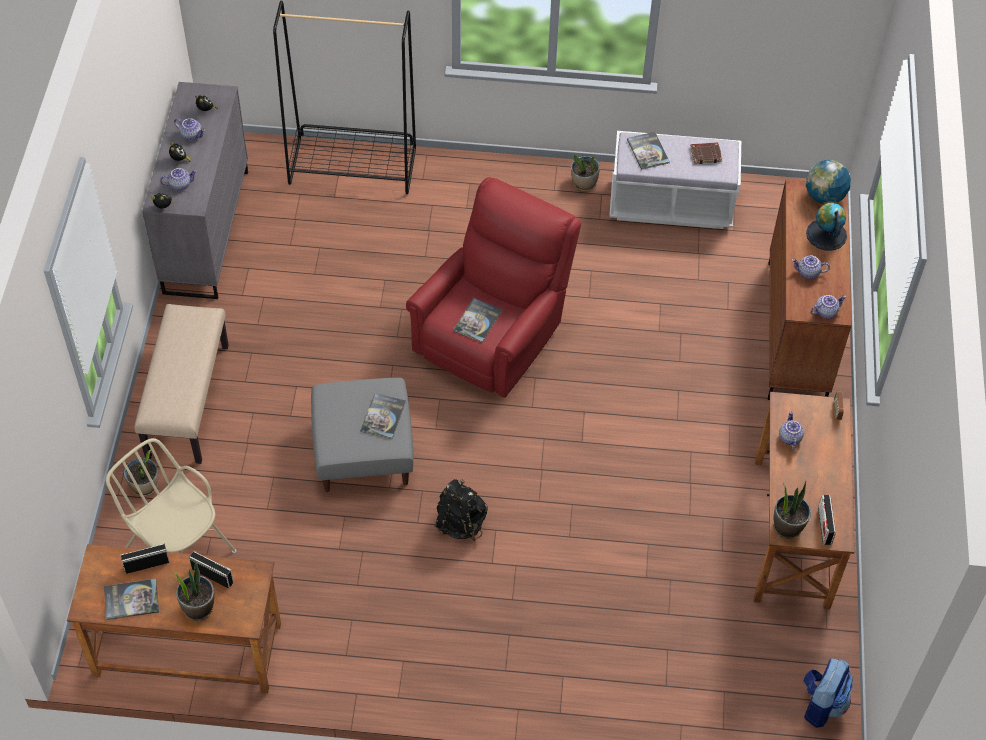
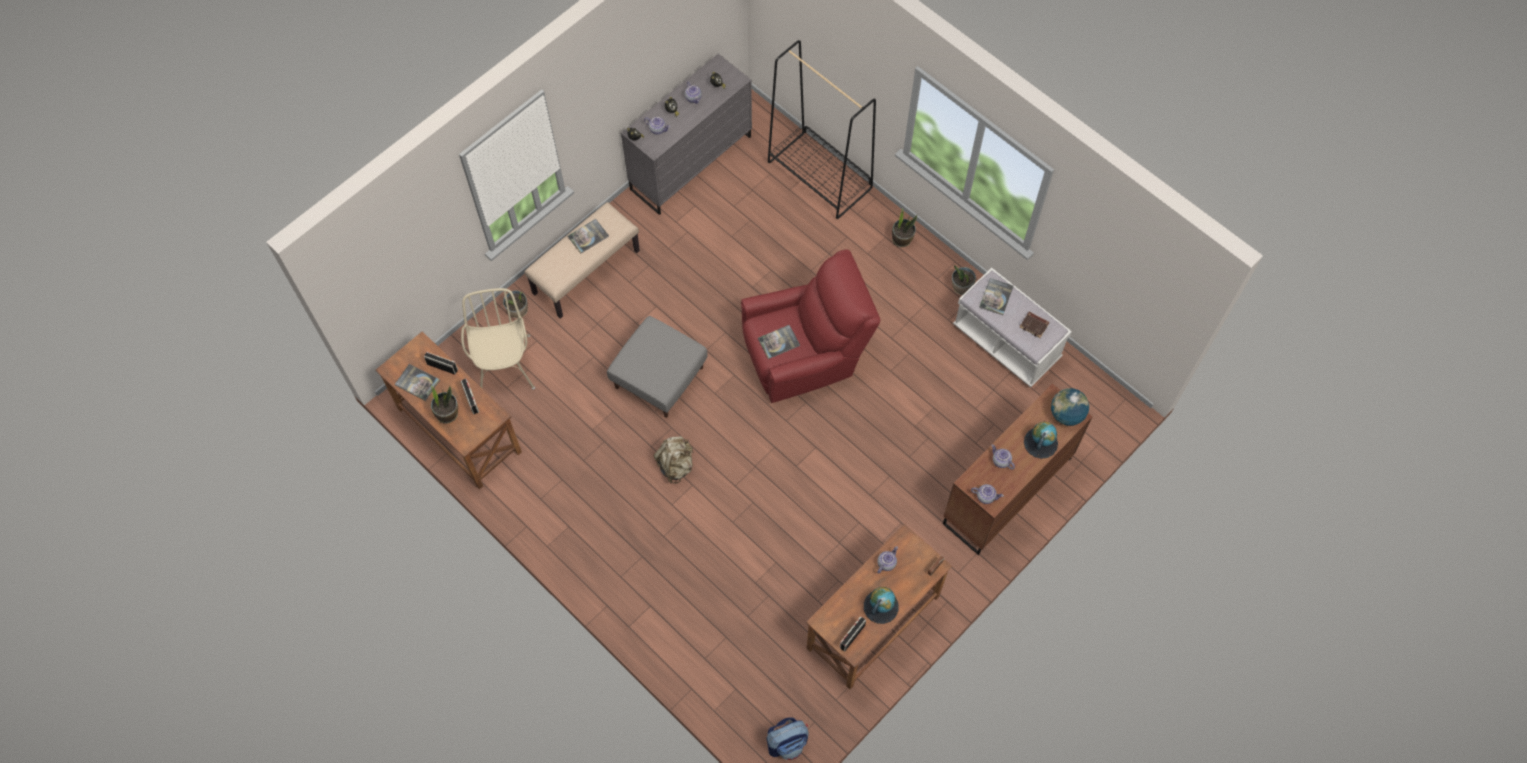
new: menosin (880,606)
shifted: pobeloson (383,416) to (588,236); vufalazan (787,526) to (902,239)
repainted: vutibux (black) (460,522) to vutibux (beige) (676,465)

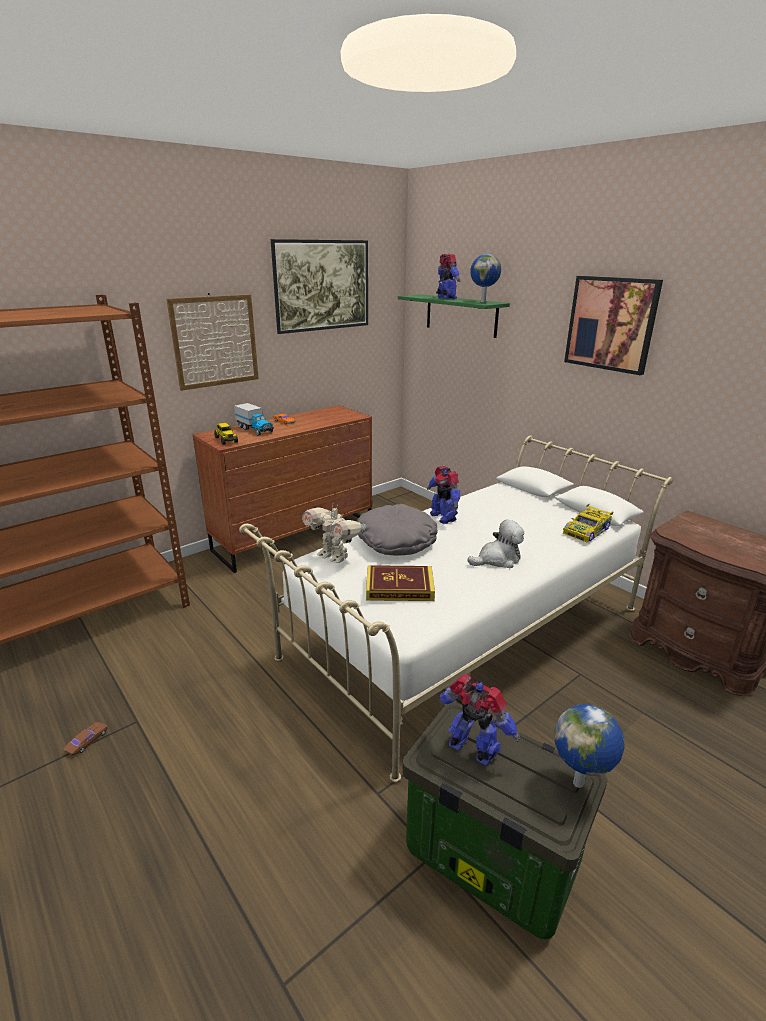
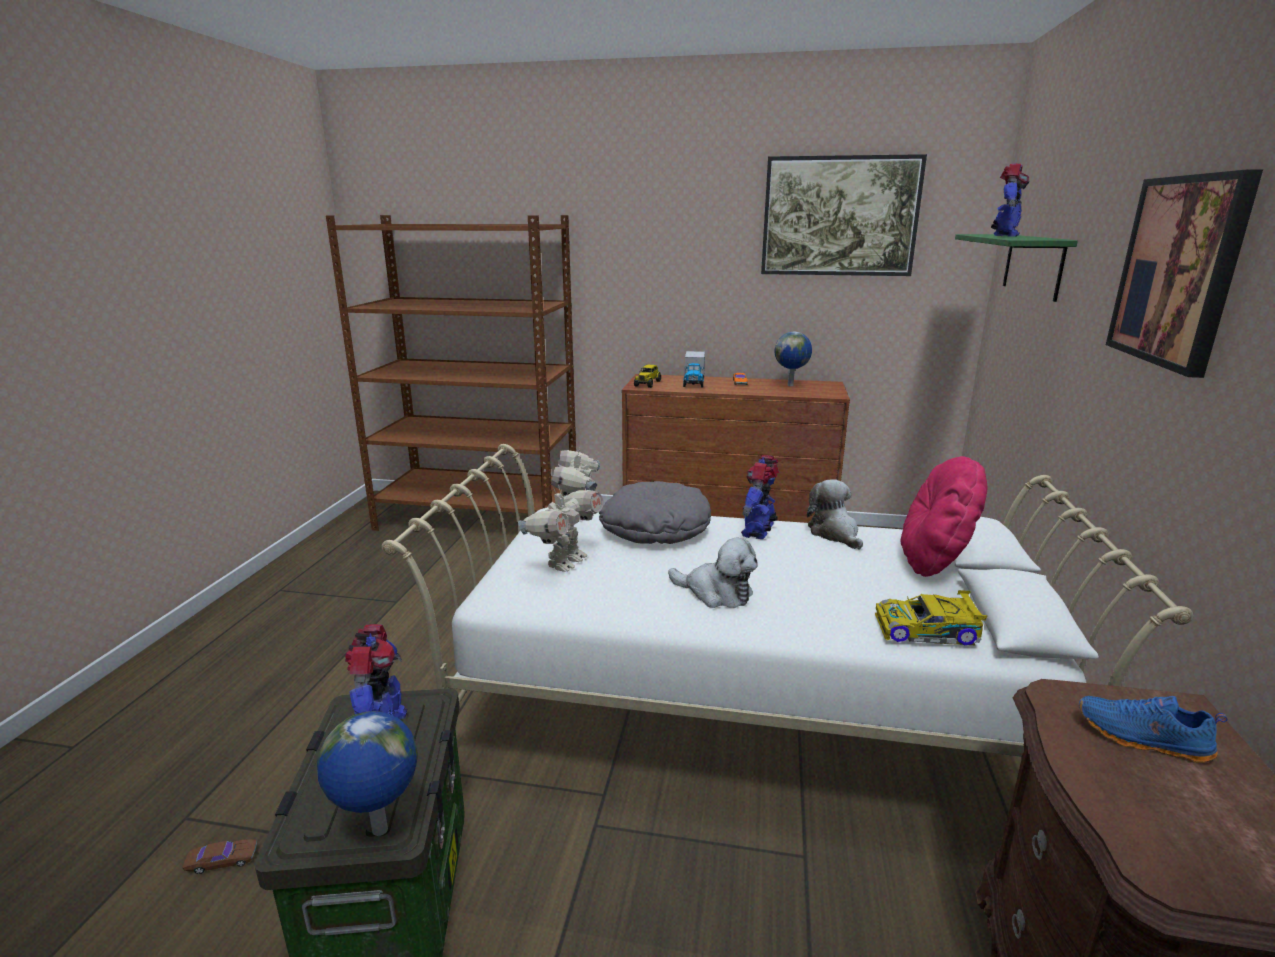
gone: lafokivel (215,340)
new: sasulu (834,533); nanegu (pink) (934,565); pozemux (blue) (1142,740)
shifted: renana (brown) (87,741) to (222,860); menosin (483,301) to (791,385)
swapped: pobeloson (399,587) to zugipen (564,562)

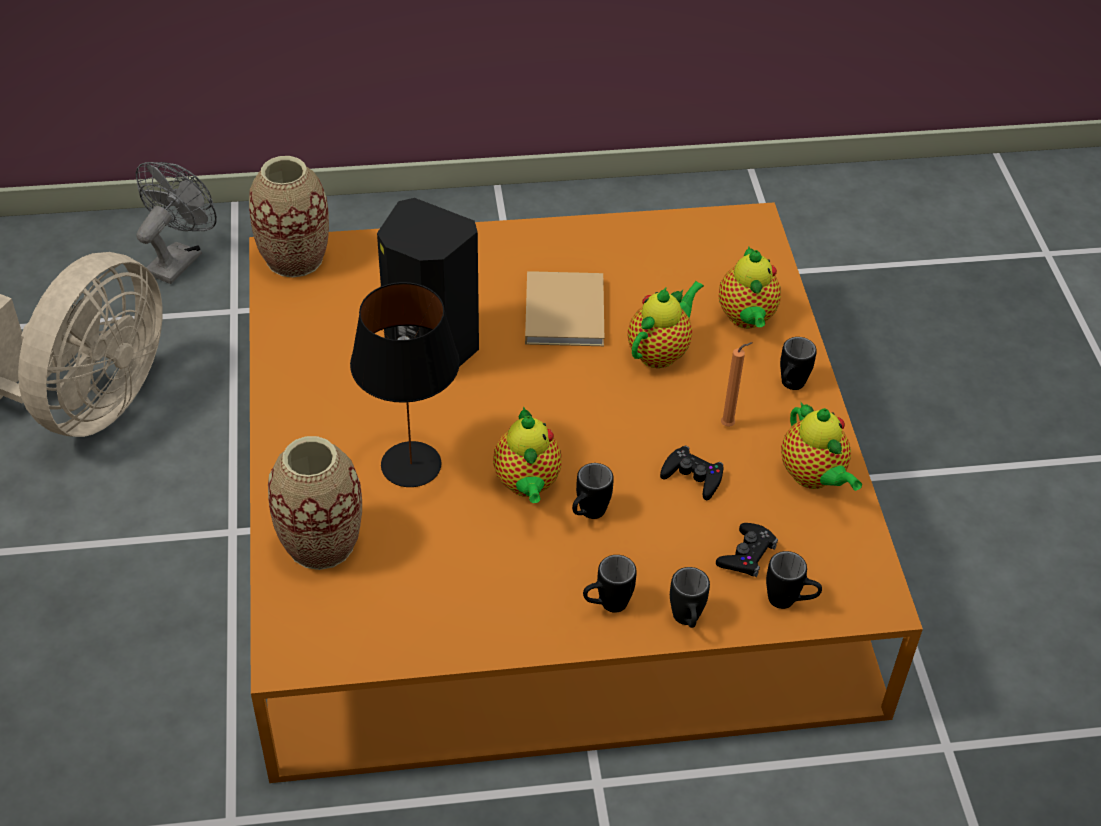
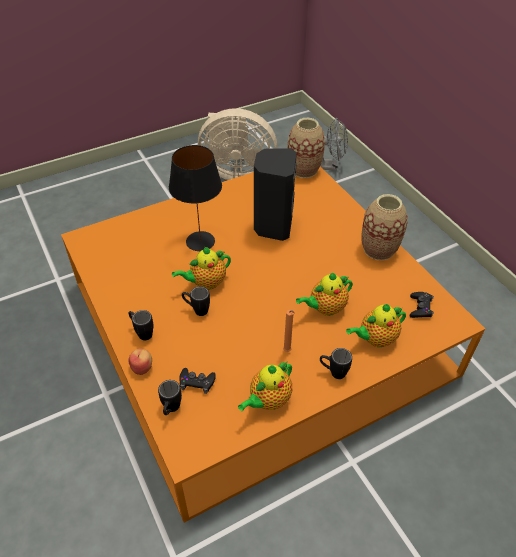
gone: pobeloson (beige) (564,310)
shifted: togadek (320,543) to (378,249); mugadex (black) (692,477) to (420,307)
swapped: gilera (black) (687,622) to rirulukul (142,367)
rotated: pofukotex (660,351) = (325,308) 135 degrees clockwise

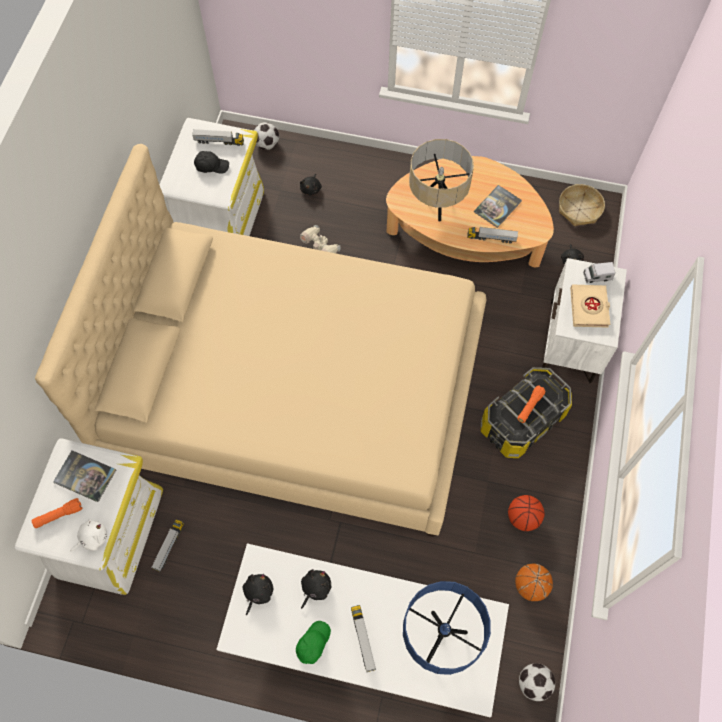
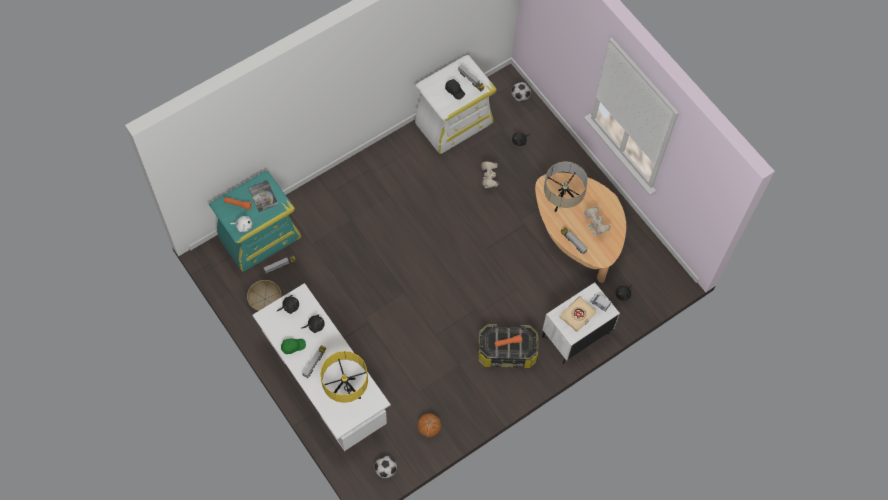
gone: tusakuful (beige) (294,390); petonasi (523,517)
shifted: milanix (579,210) to (265,299)
swapped: pobeloson (497,206) to zugipen (594,228)
repainted: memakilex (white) (112,532) to memakilex (turquoise) (261,238); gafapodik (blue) (439,639) to gafapodik (yellow) (346,391)

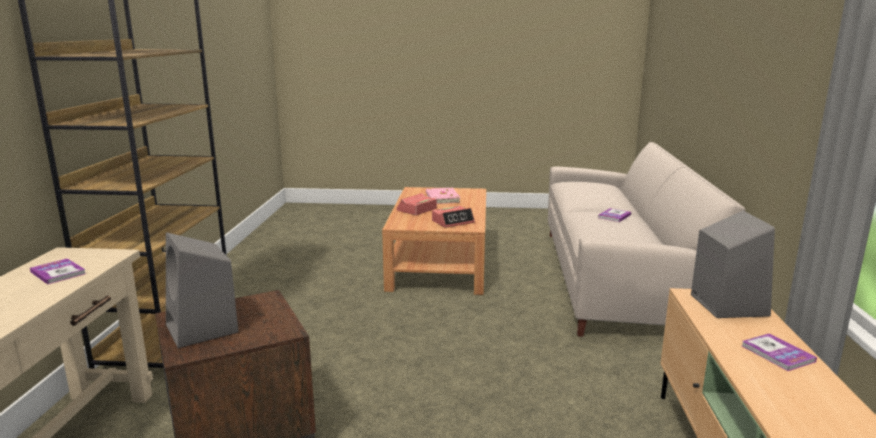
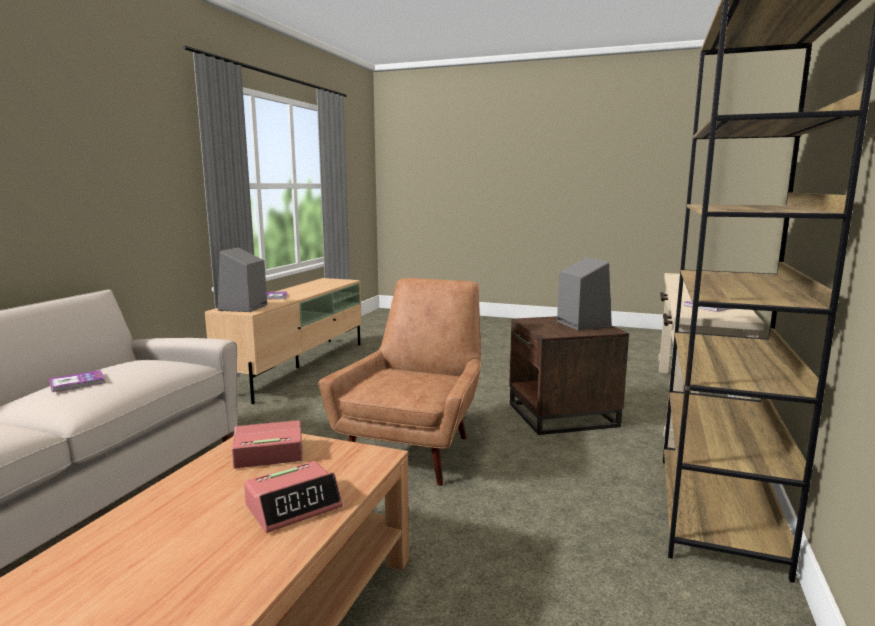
gone: pobeloson (pink) (441,198)
new: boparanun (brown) (415,446)

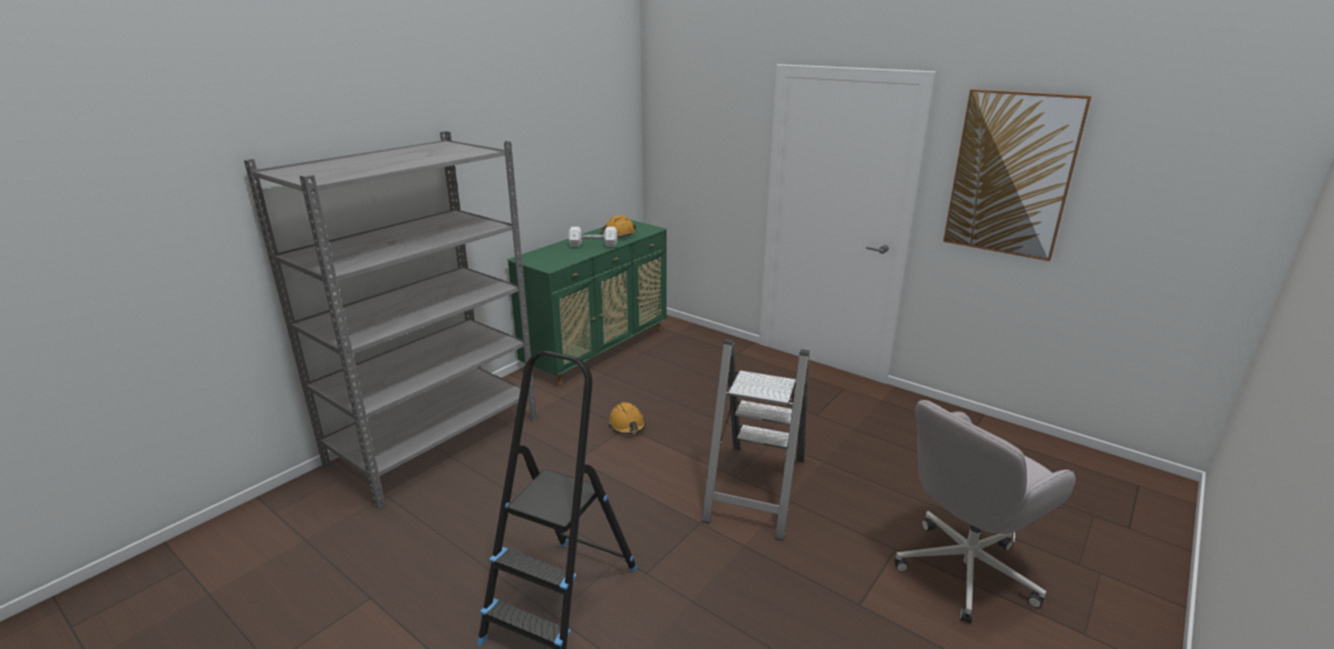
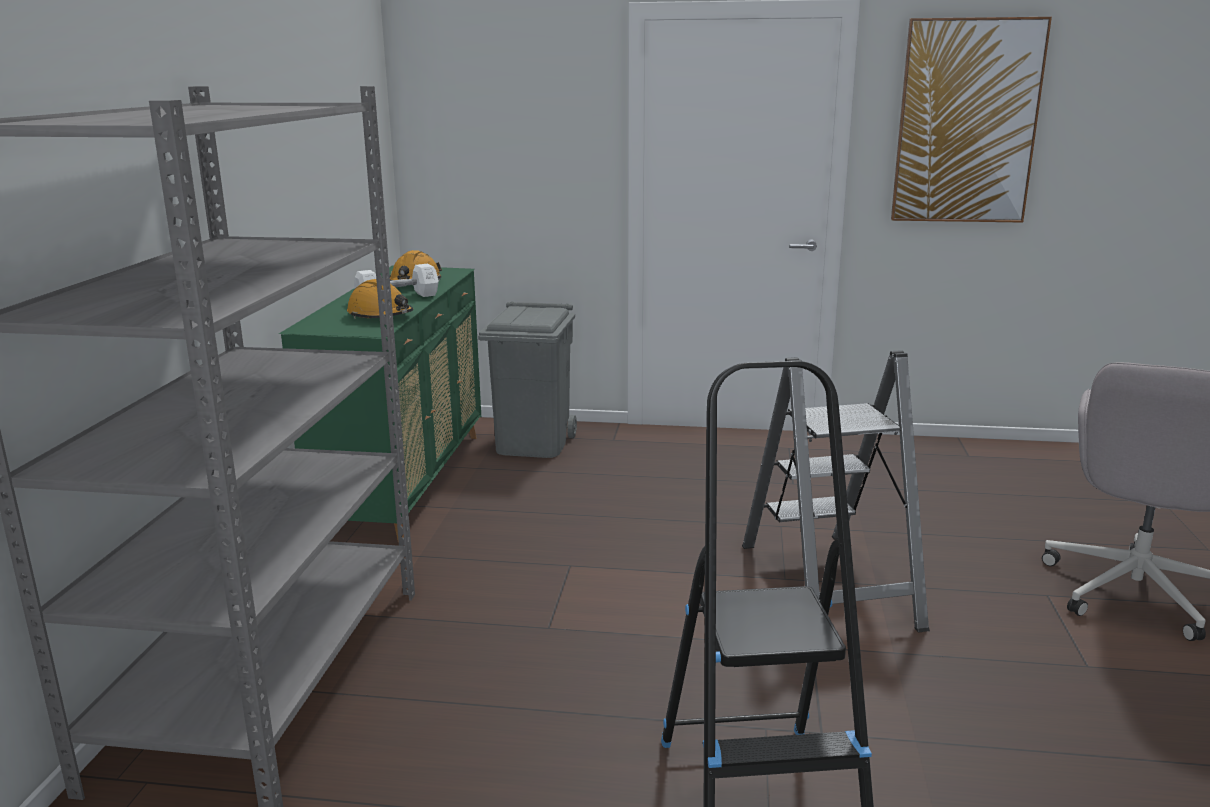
new: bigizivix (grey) (533,444)
shifted: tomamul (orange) (627,425) to (380,316)

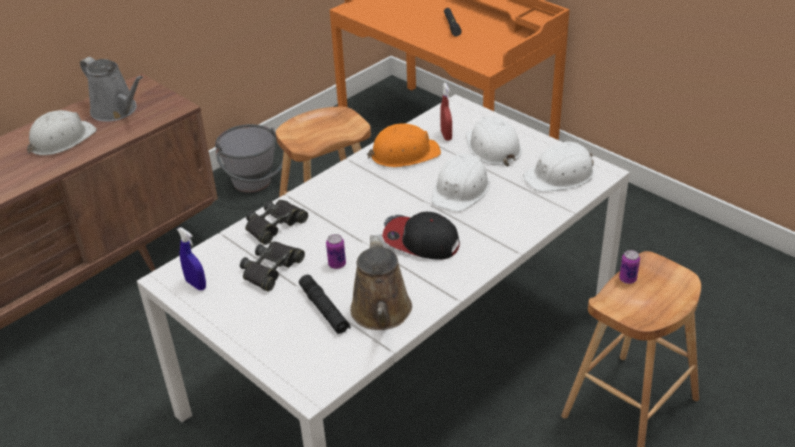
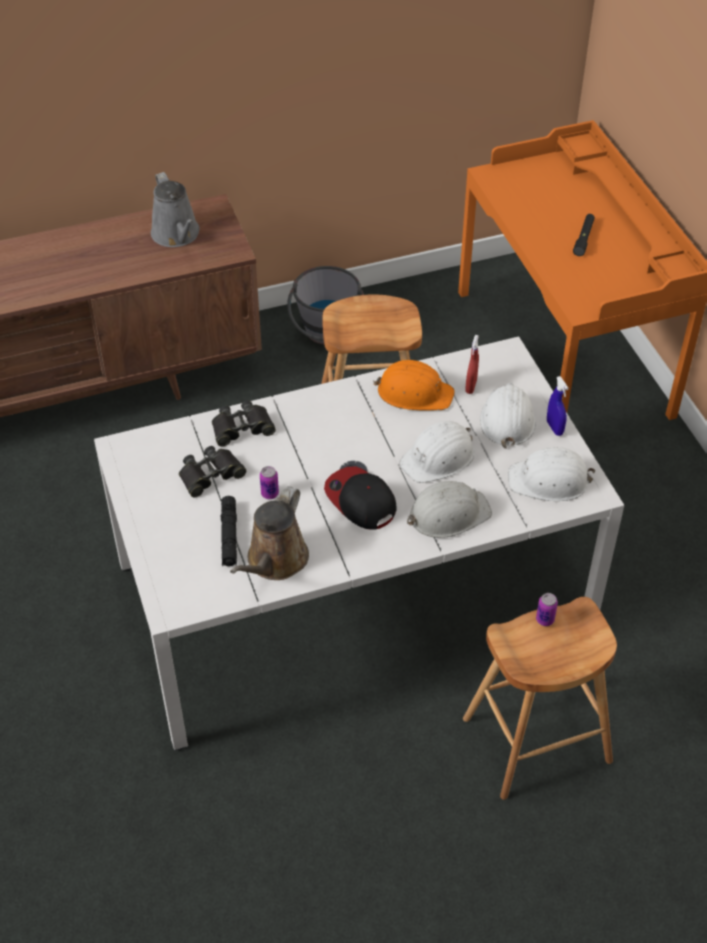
shifted: tomamul (white) (61,140) to (448,514); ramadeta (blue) (196,284) to (554,428)

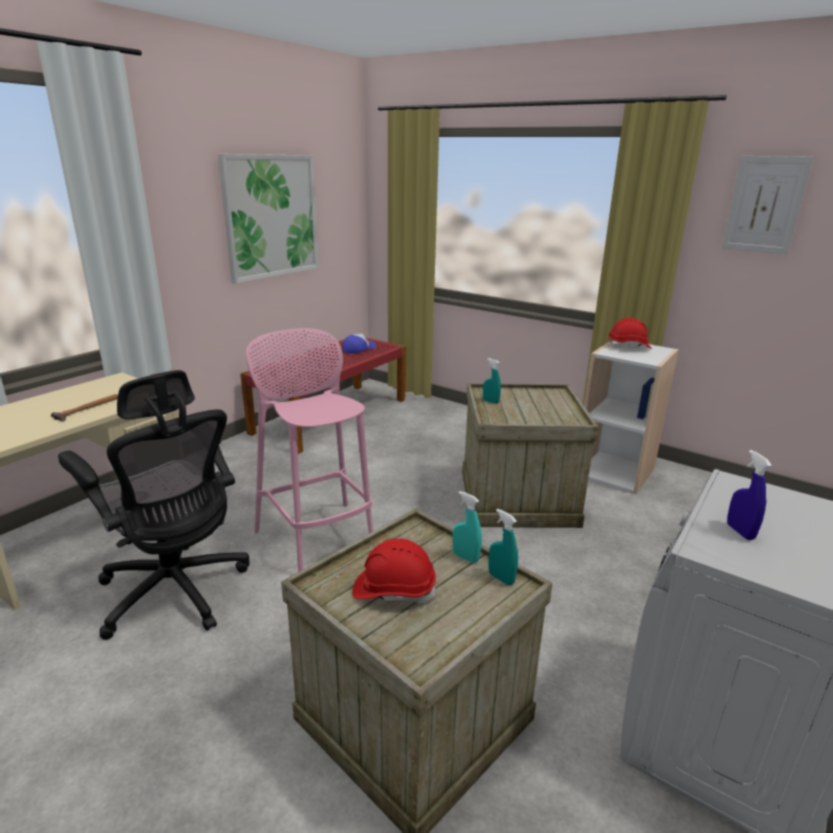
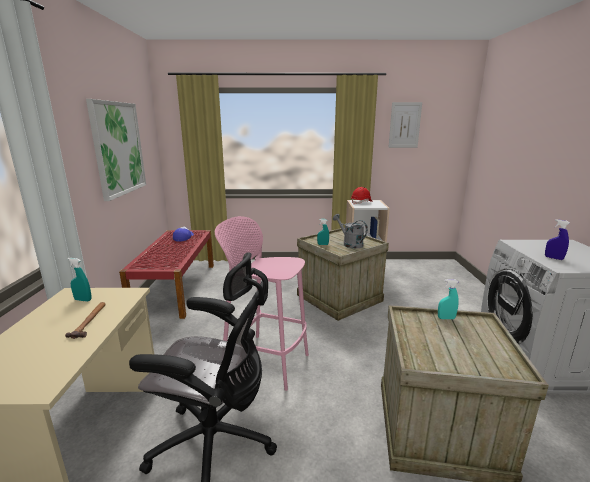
gone: tomamul (red) (394,590)
new: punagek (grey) (350,243)
shifted: ramadeta (turquoise) (501,578) to (83,300)

